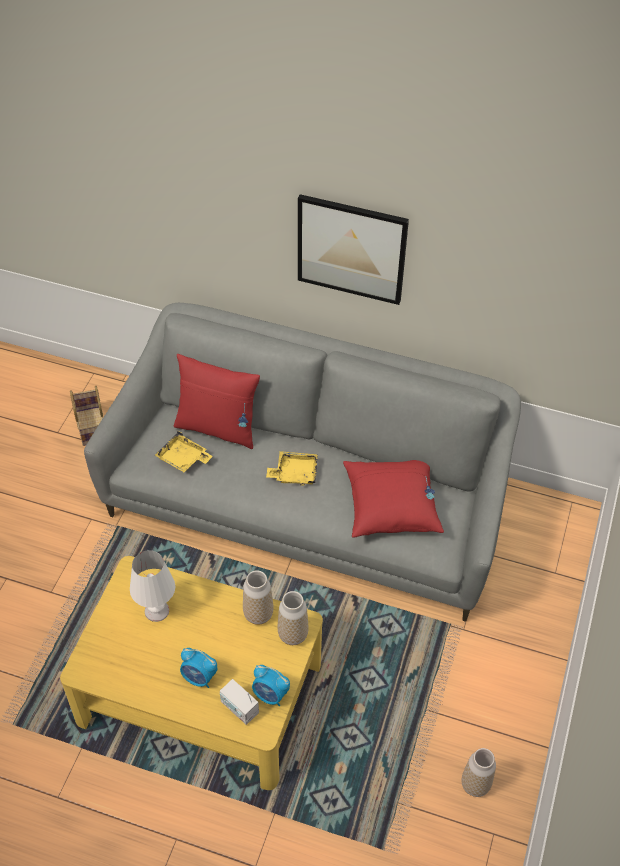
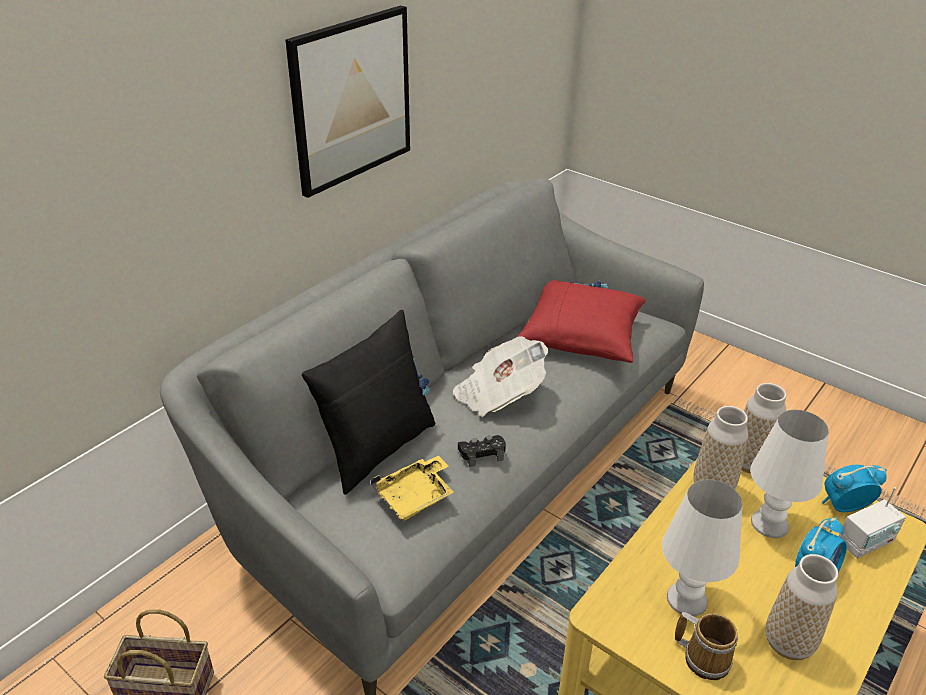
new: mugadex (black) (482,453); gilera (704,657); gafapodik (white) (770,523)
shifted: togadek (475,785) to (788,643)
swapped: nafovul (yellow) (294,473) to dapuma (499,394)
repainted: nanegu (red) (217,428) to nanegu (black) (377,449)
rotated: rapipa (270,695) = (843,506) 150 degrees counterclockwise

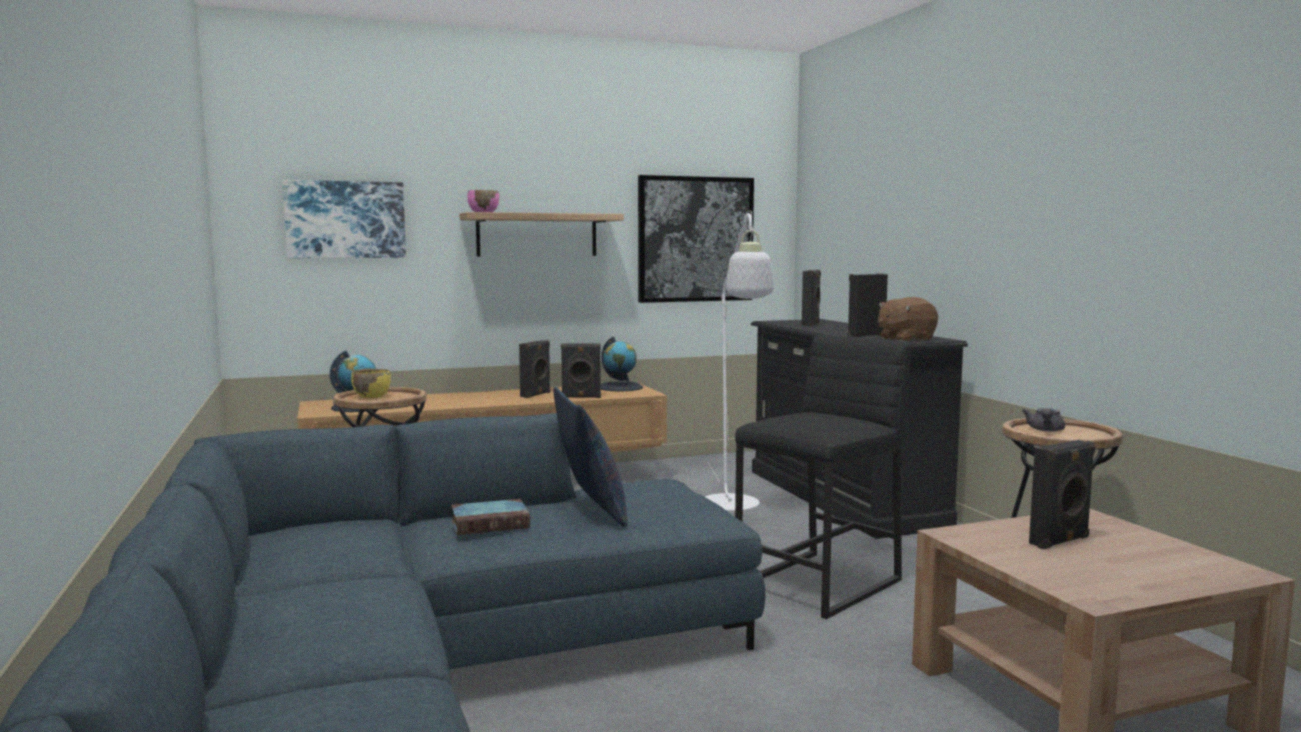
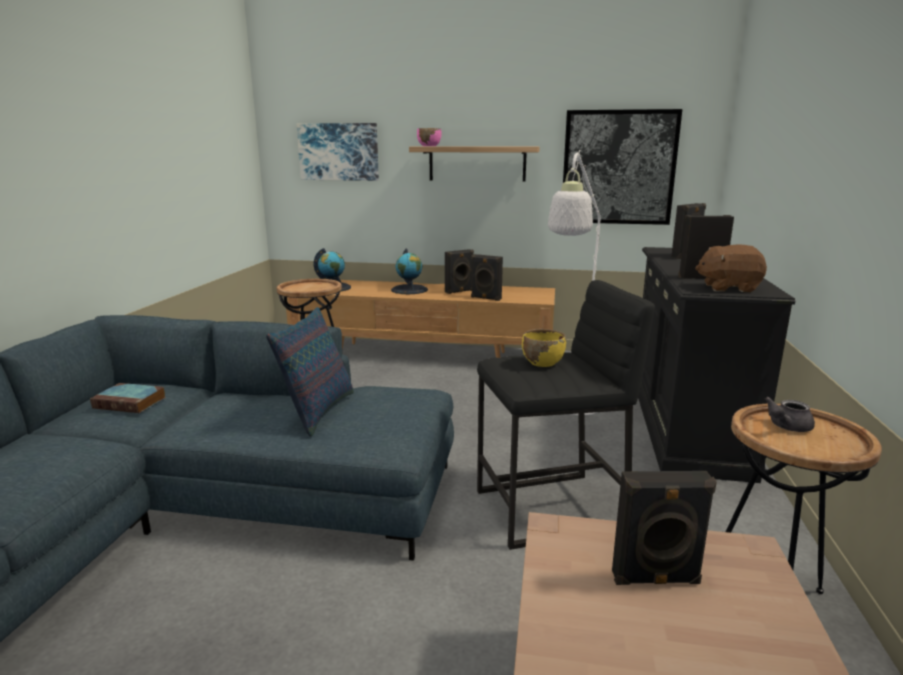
shifted: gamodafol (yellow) (371,396) to (542,362); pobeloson (491,523) to (131,402); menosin (620,387) to (409,290)

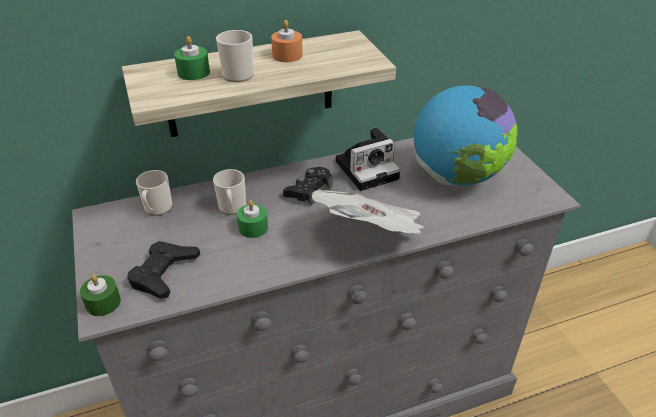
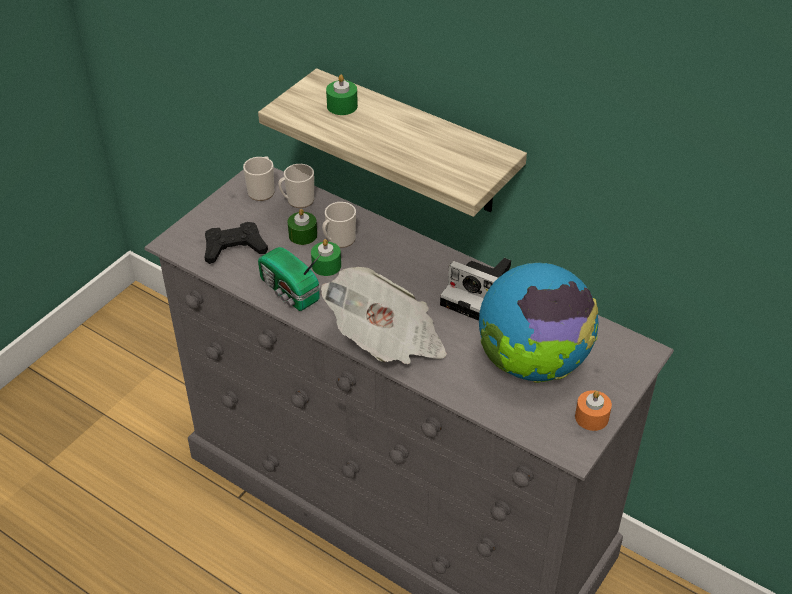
gone: mugadex (black) (309,190)
new: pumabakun (289,292)
shifted: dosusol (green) (103,303) to (303,235); gilera (236,73) to (262,190); dosusol (orange) (287,55) to (591,417)

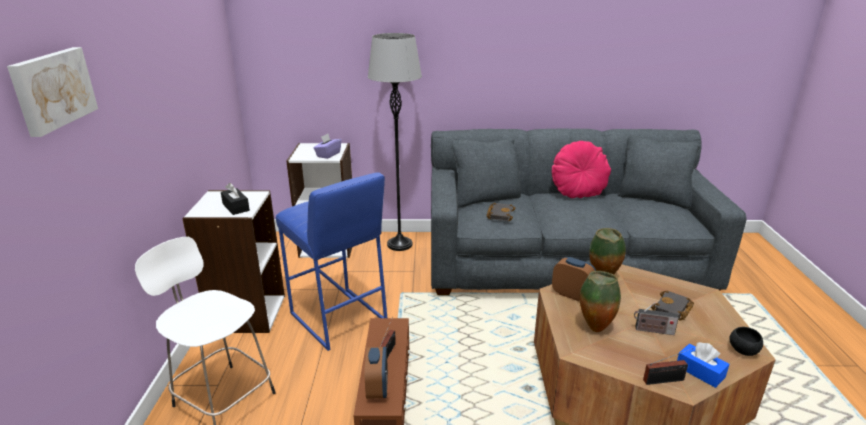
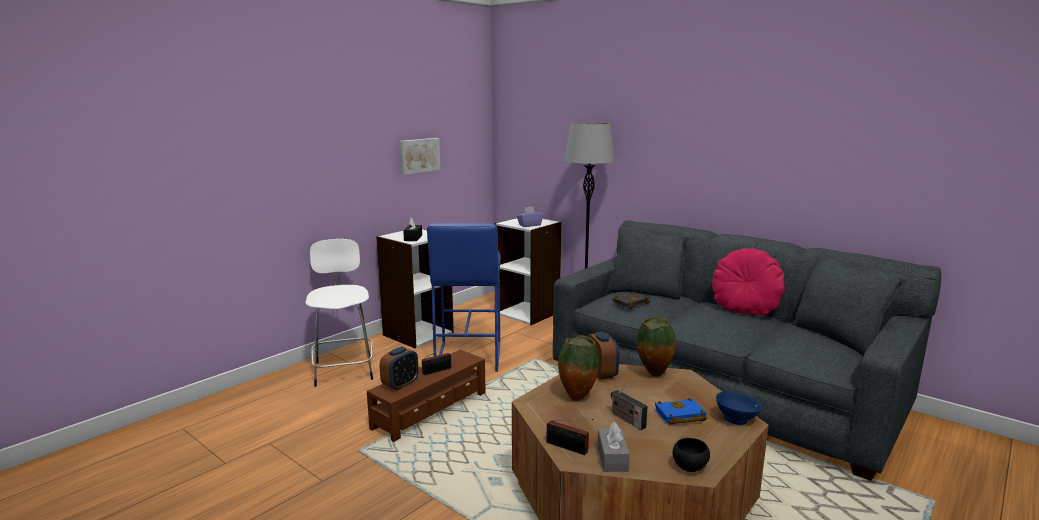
new: gamodafol (blue) (737,420)
shifted: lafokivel (52,89) to (418,155)
repainted: pobeloson (black) (673,309) to pobeloson (blue) (679,416); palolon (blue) (700,372) to palolon (grey) (612,458)

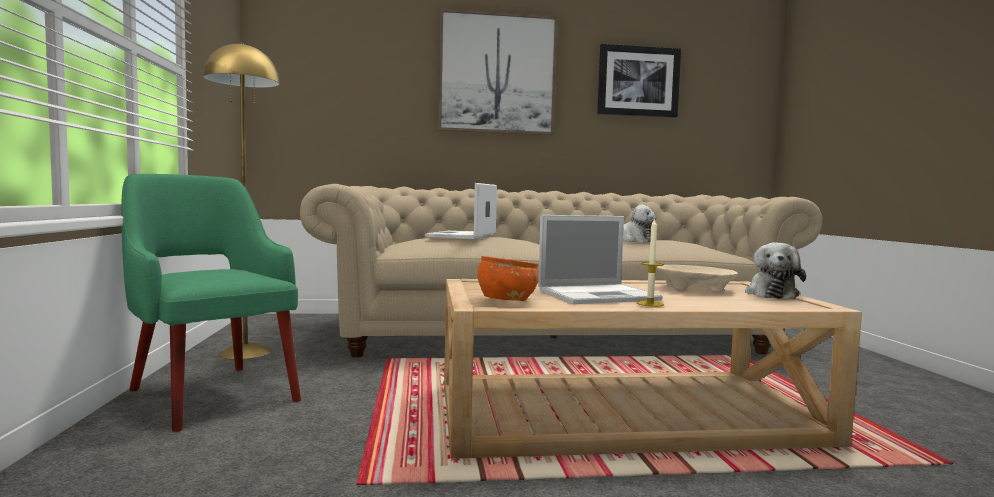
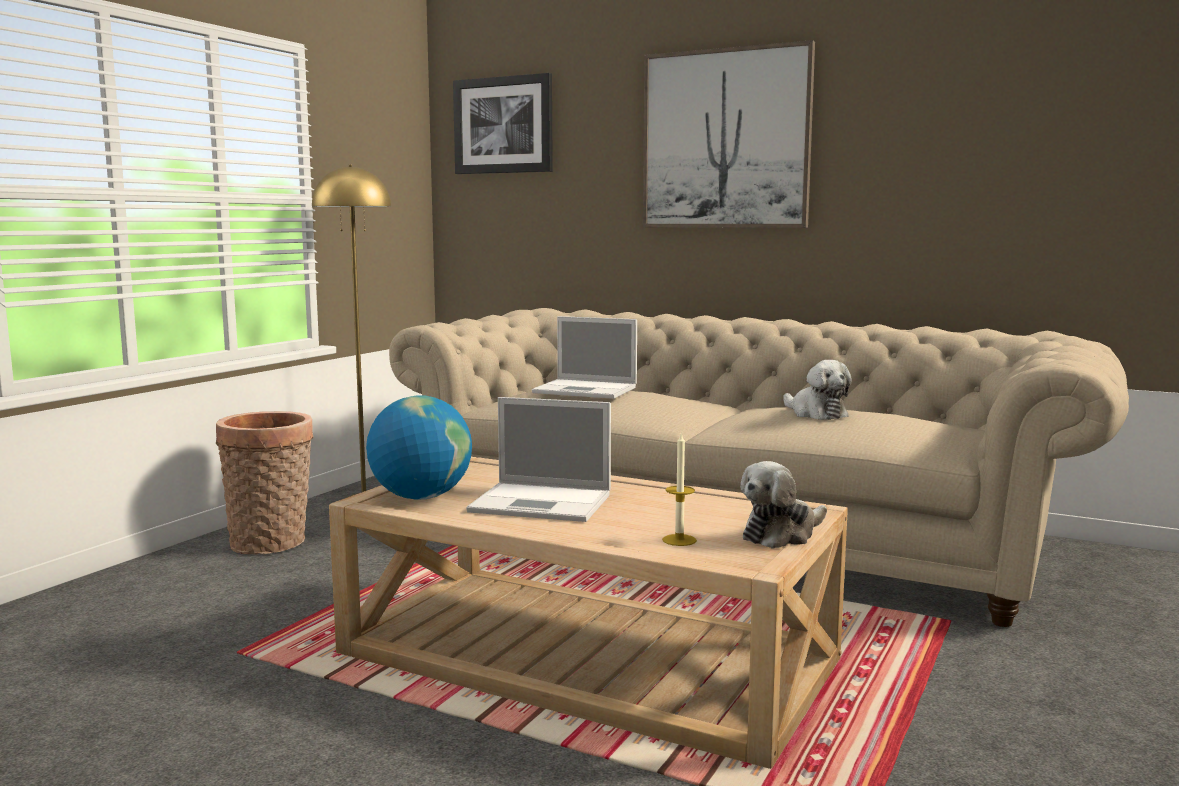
gone: gamodafol (beige) (694,288)
shifted: lafokivel (638,81) to (503,125); dosusol (650,304) to (679,540)
swapped: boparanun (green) (211,393) to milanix (272,544); gamodafol (orange) (507,300) to menosin (420,497)
rotated: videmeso (461,236) = (587,390) 120 degrees counterclockwise

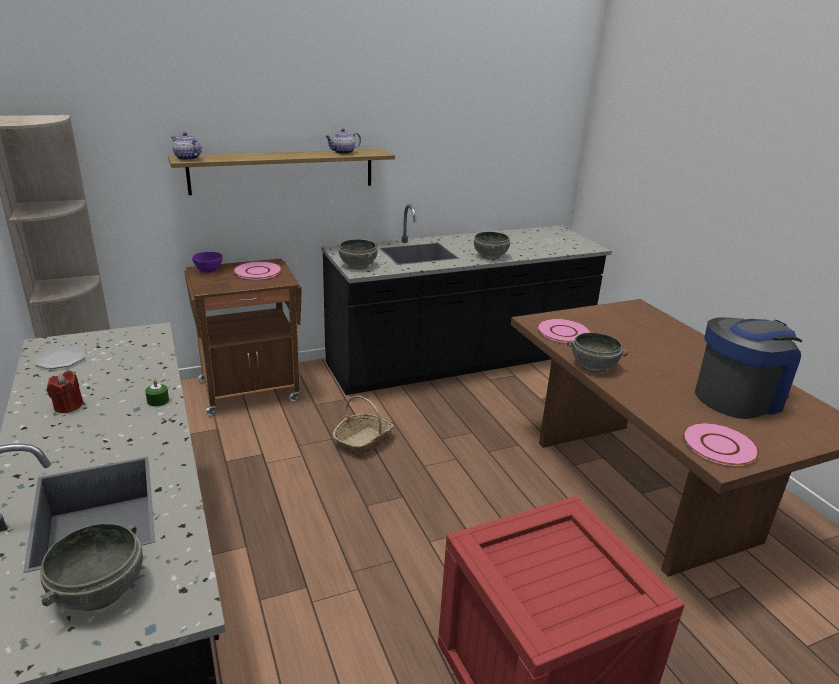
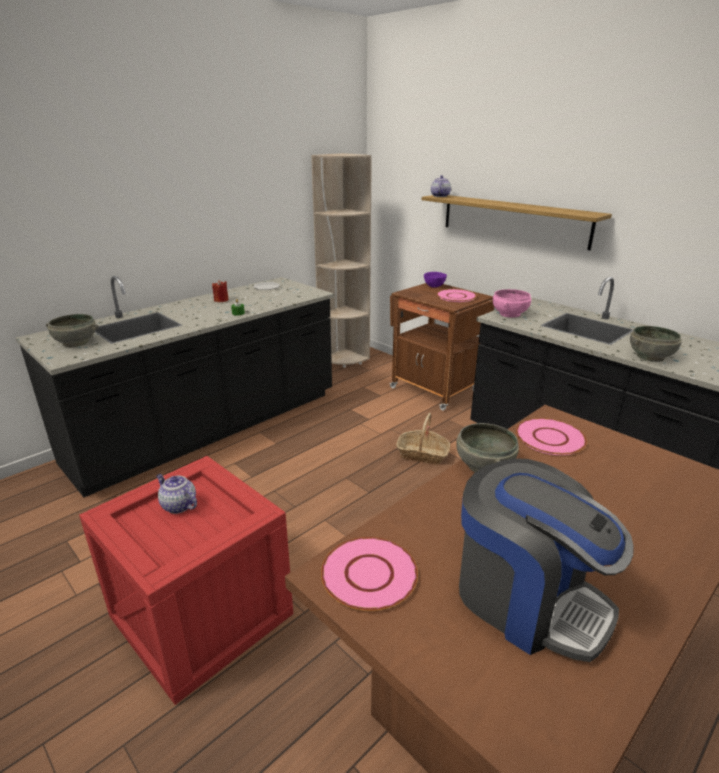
shifted: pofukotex (343,153) to (178,505)
repainted: gamodafol (grey) (358,265) to gamodafol (pink) (510,314)

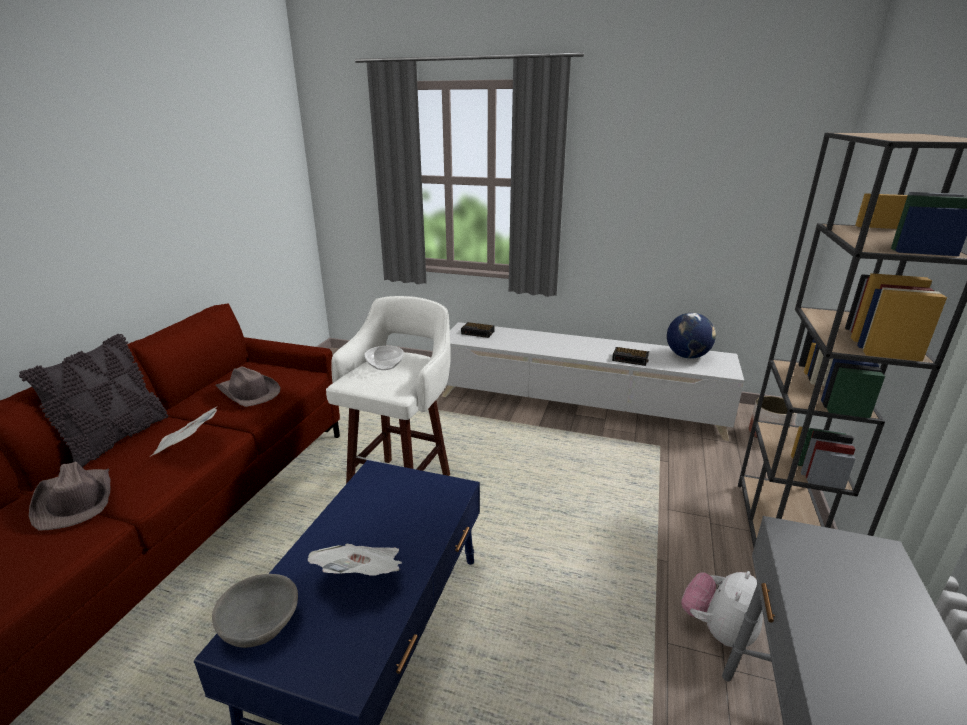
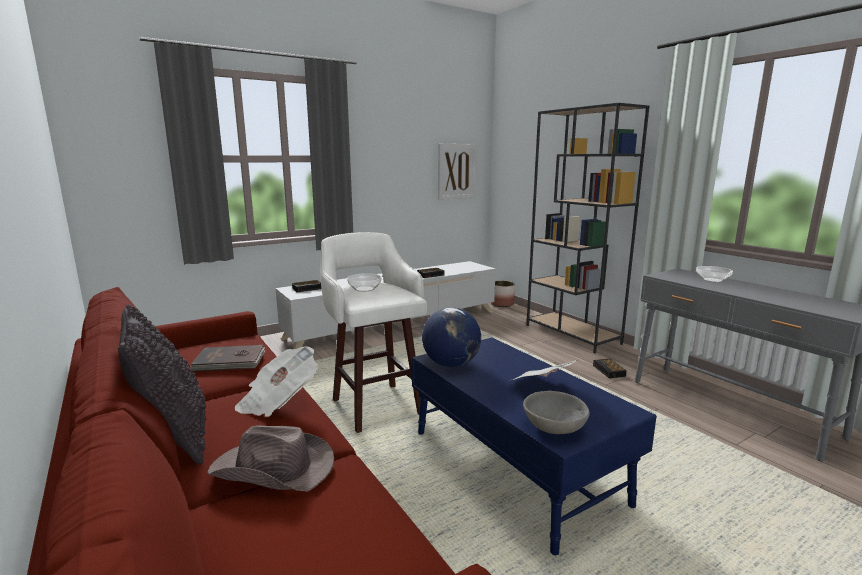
new: lafokivel (456,171); gamodafol (712,280)
shifted: menosin (687,356) to (451,364)
swapped: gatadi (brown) (248,393) to pobeloson (brown) (230,361); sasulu (718,629) to rapipa (609,371)

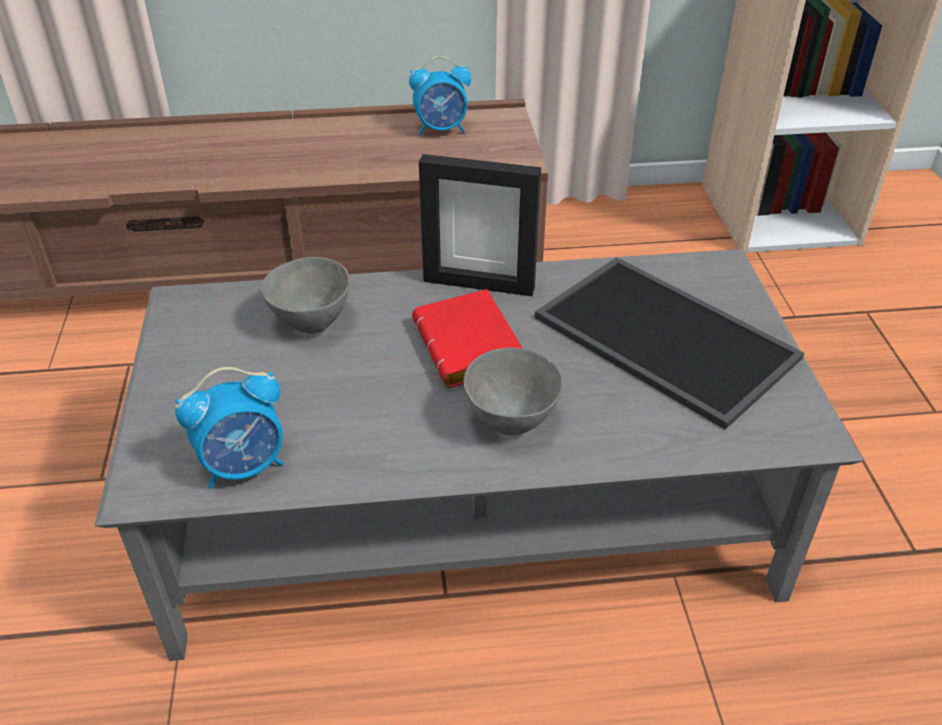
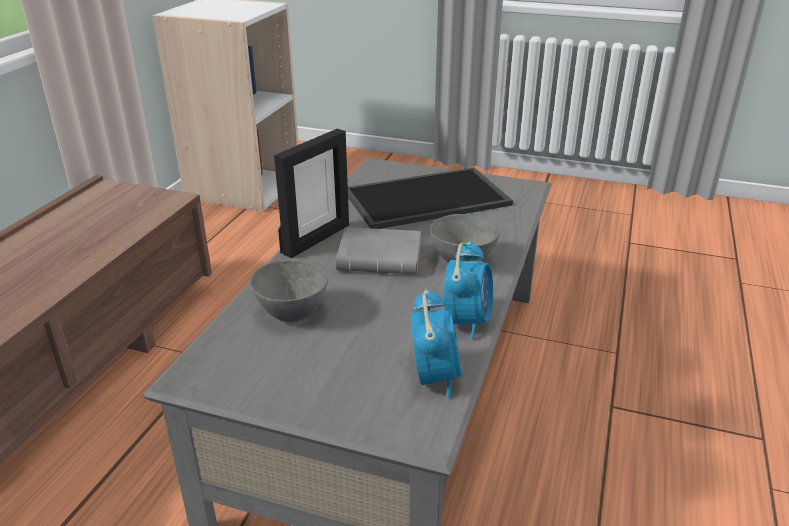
shifted: rapipa (441,129) to (467,321)
repainted: pobeloson (red) (472,348) to pobeloson (grey) (382,258)

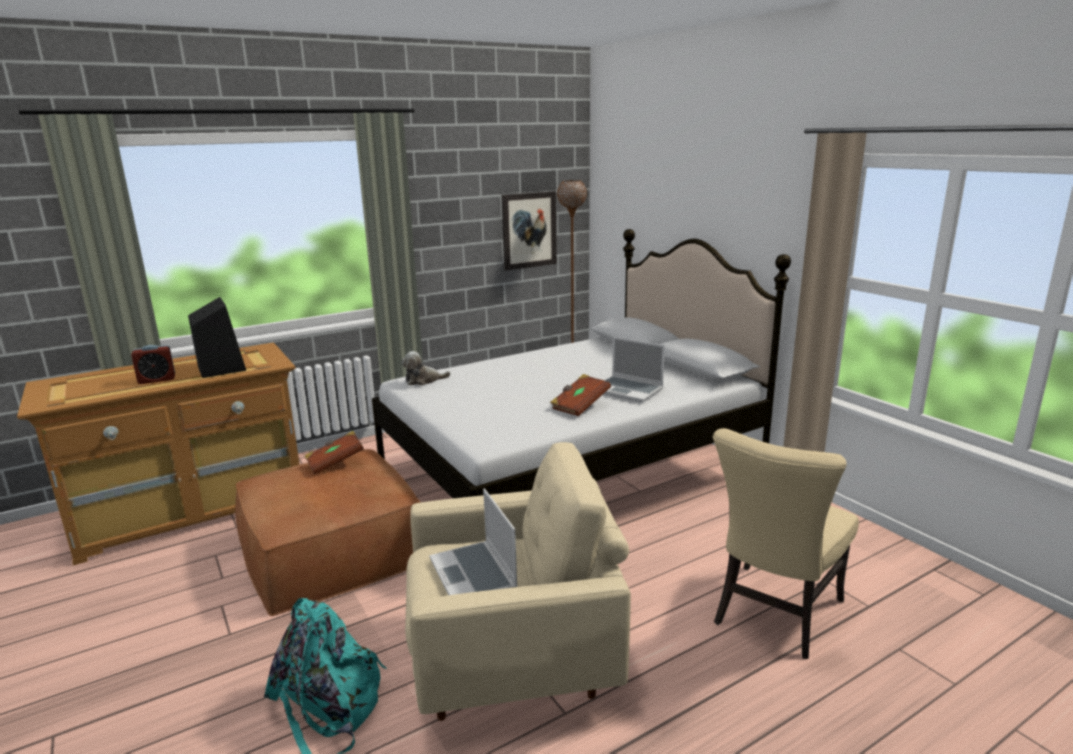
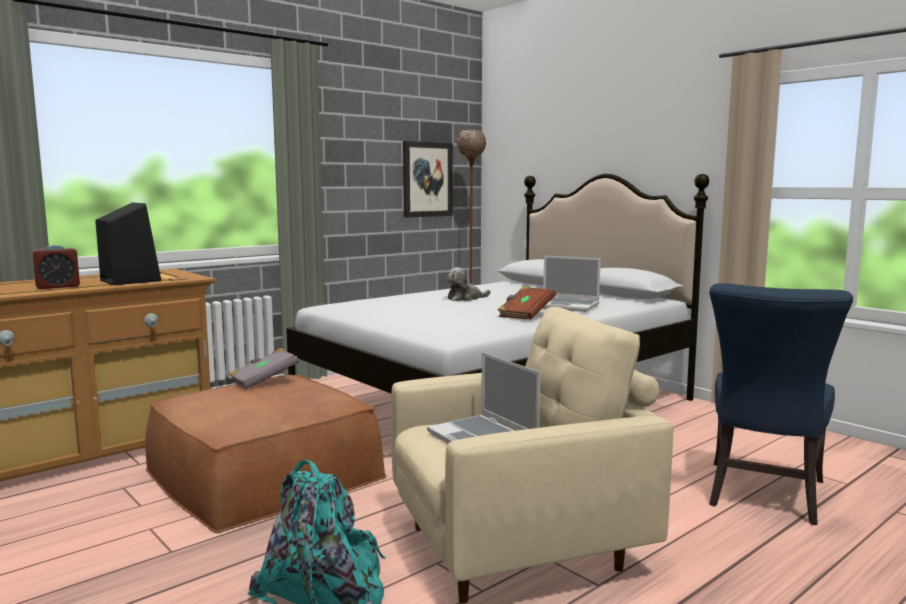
shifted: sasulu (423,380) to (465,298)
repainted: pobeloson (brown) (335,463) to pobeloson (grey) (264,381); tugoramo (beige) (773,614) to tugoramo (blue) (763,495)

